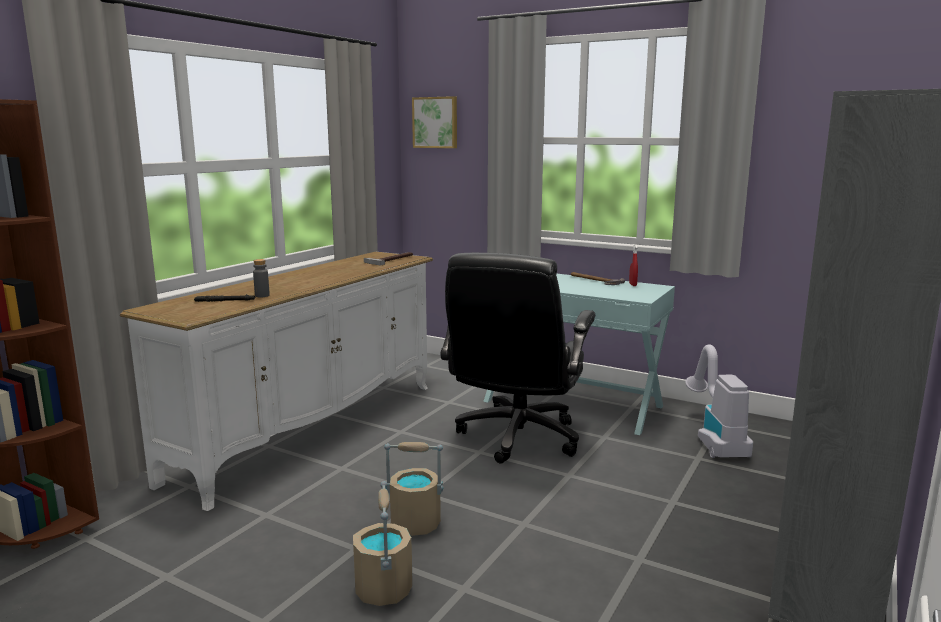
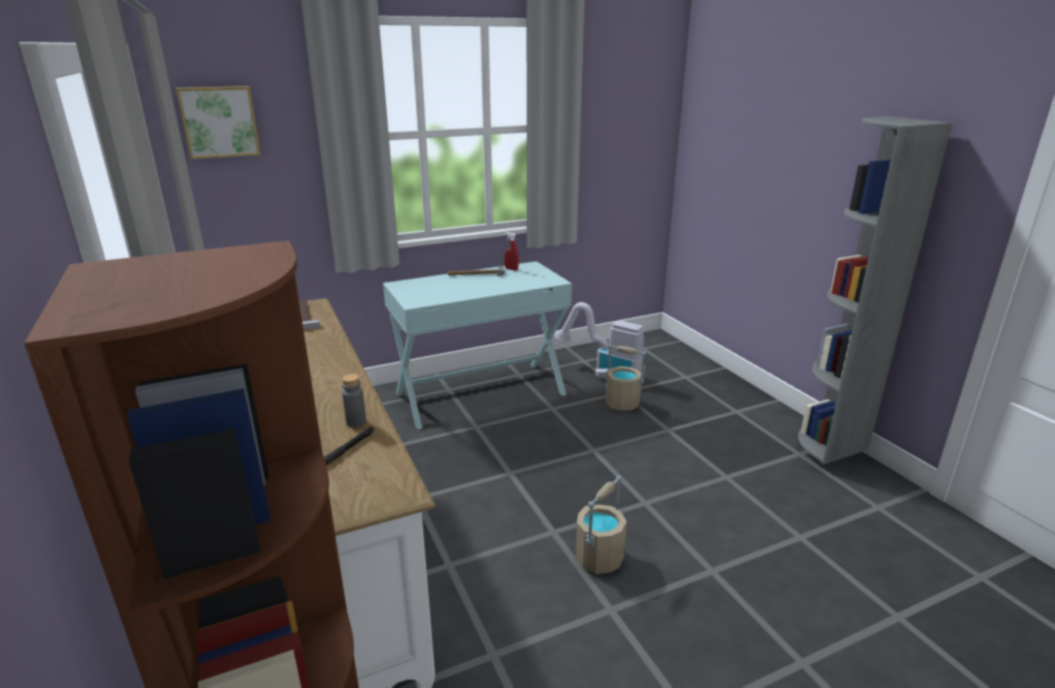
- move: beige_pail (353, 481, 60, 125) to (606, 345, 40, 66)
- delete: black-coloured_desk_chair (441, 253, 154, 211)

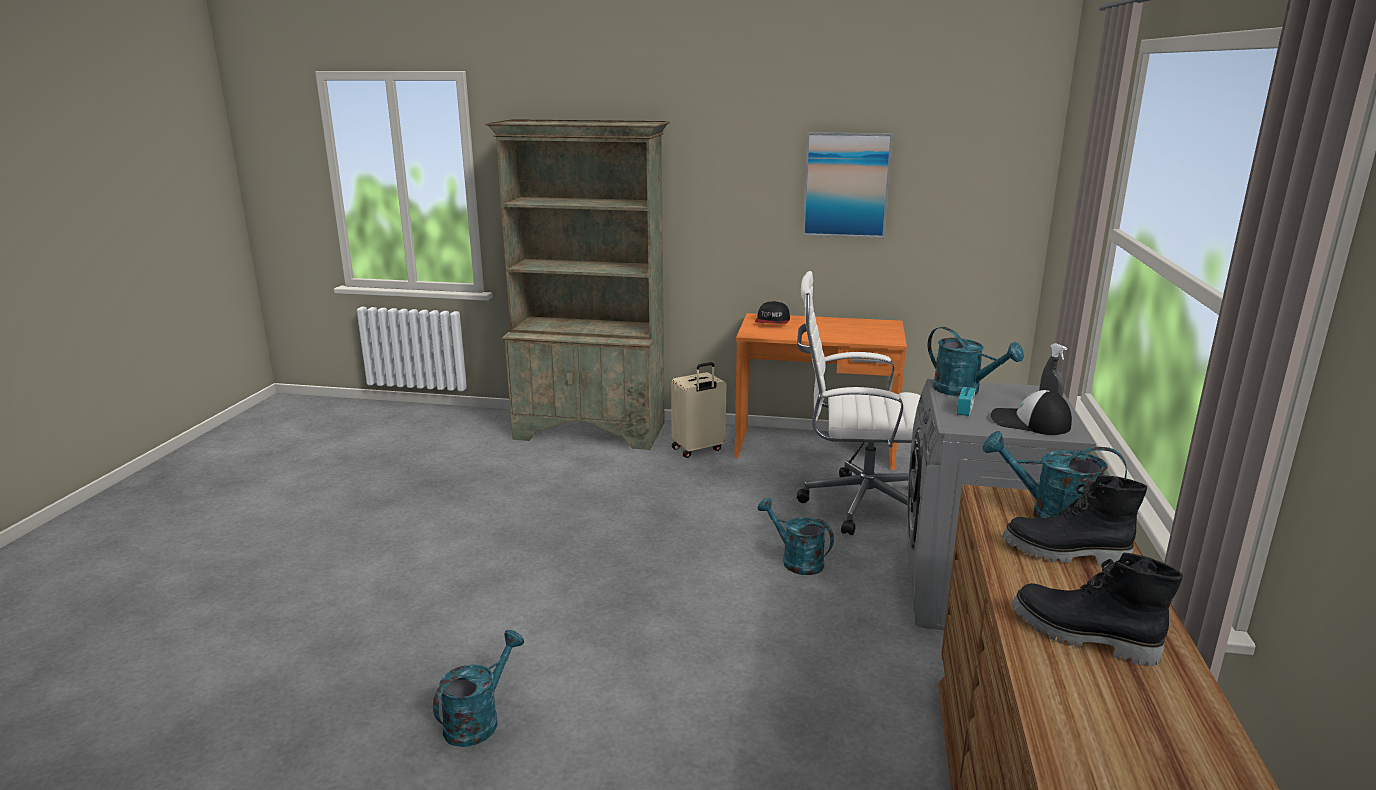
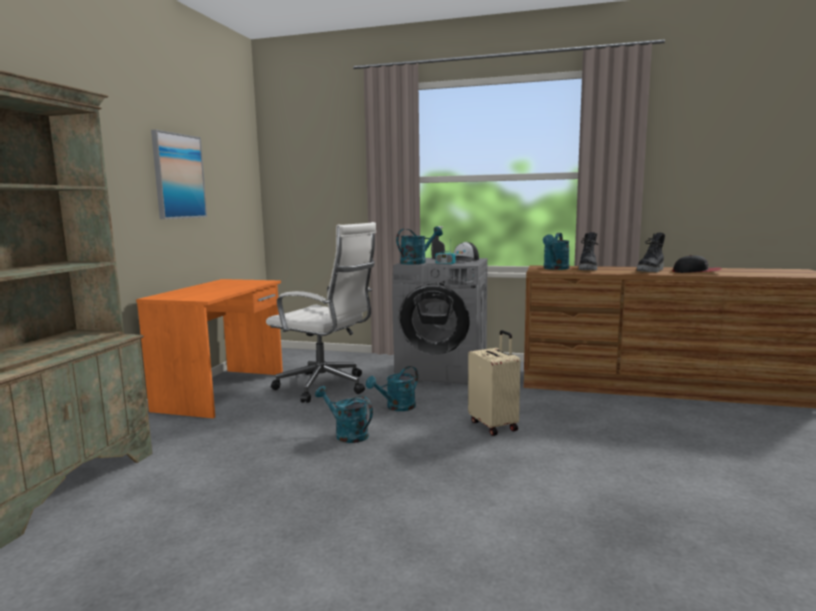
- rotate: white_desk_chair (797, 271, 124, 264) = (266, 222, 110, 181) 75 degrees counterclockwise
- move: blue-green_watering_can (433, 630, 91, 117) to (315, 386, 58, 57)
- move: beige_piece_of_luggage (671, 362, 55, 96) to (468, 330, 52, 106)
- move: baseball_cap (755, 301, 35, 23) to (673, 255, 49, 18)

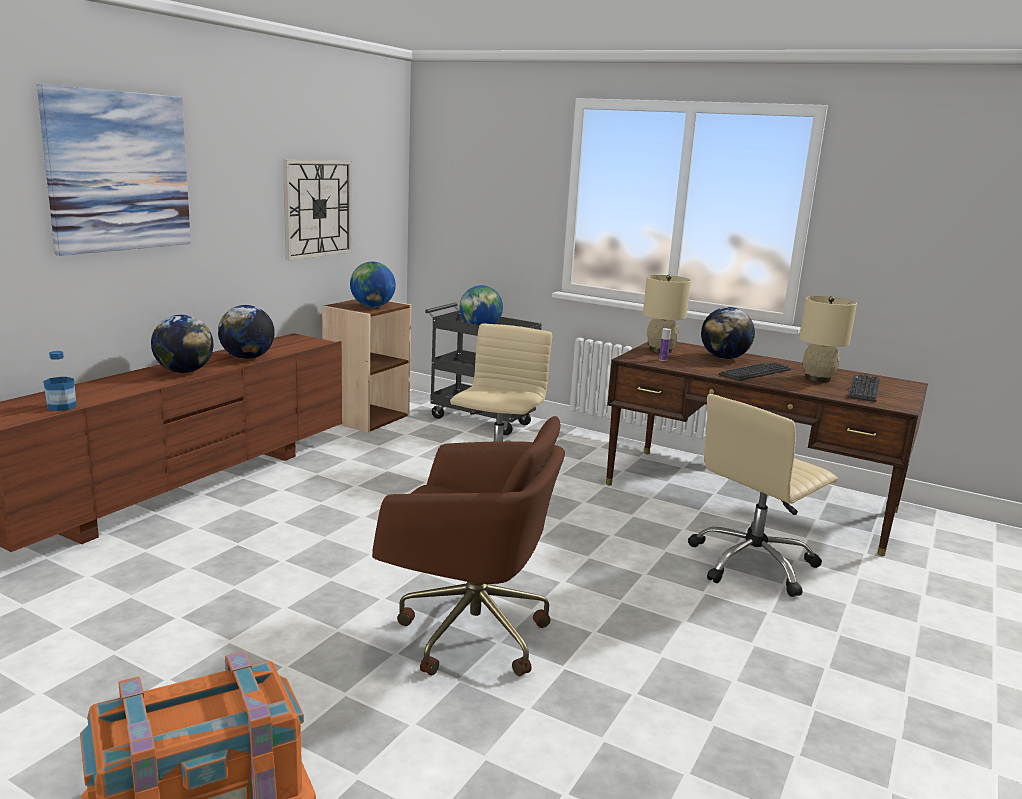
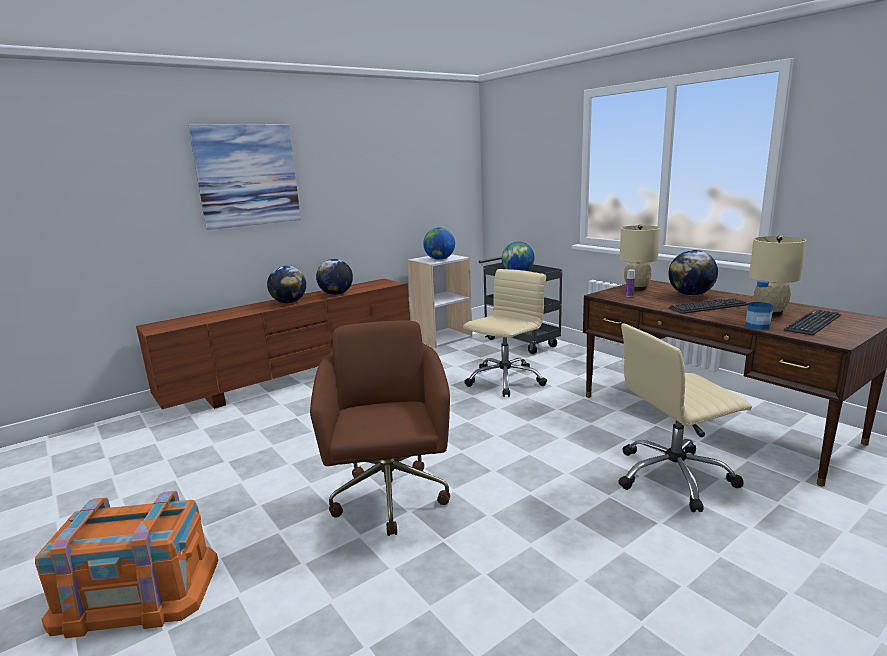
- rotate: brown-coloured_desk_chair (372, 416, 193, 260) = (310, 320, 140, 216) 135 degrees counterclockwise
- recolor: brown-coloured_bookshelf (322, 299, 90, 133) to white_bookshelf (407, 254, 65, 94)
- move: bottle (43, 351, 34, 60) to (745, 280, 28, 50)
- delete: wall_clock (283, 160, 69, 100)

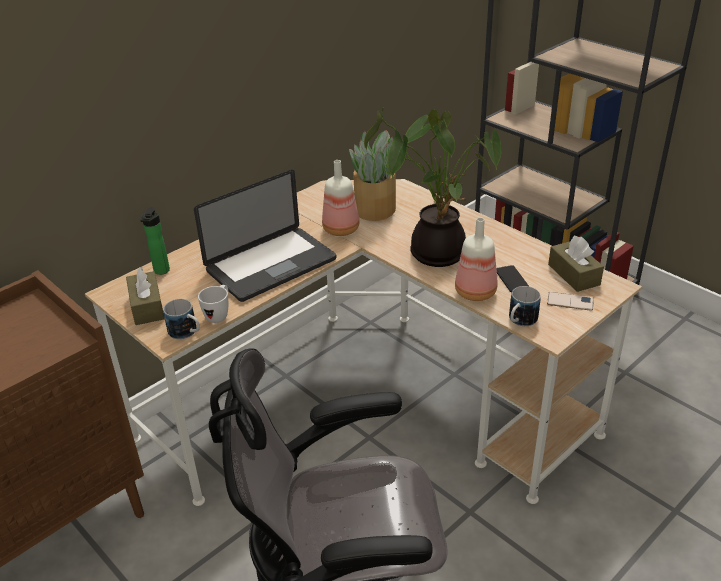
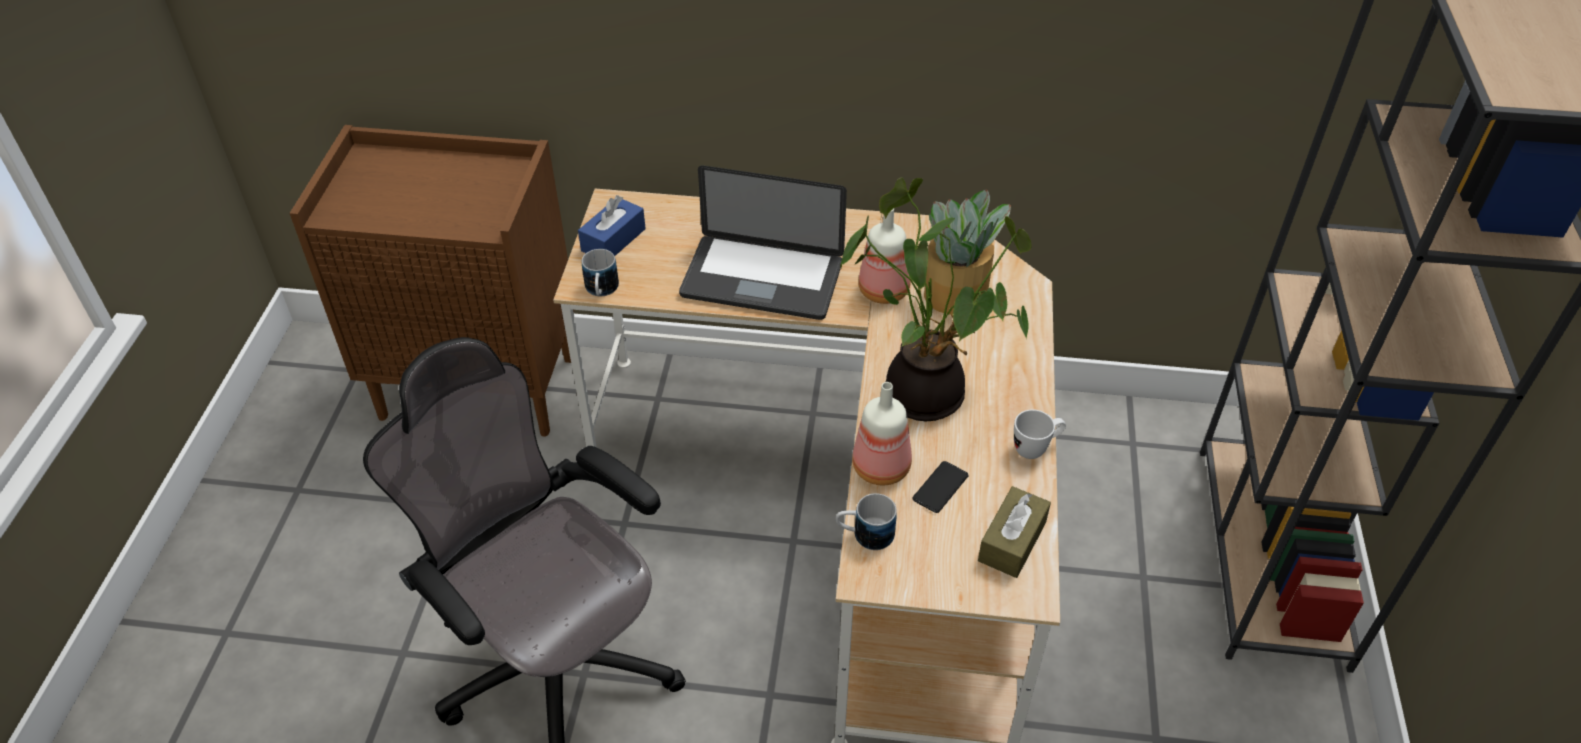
- recolor: brown-coloured_tissue_box (126, 267, 39, 58) to blue-coloured_tissue_box (578, 195, 68, 61)
- move: white_tea_mug (198, 285, 30, 38) to (1014, 409, 52, 50)
- delete: bottle (140, 207, 30, 68)
- delete: phone (547, 292, 47, 19)

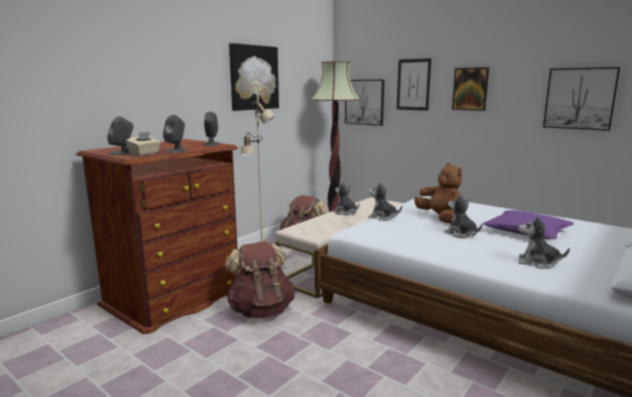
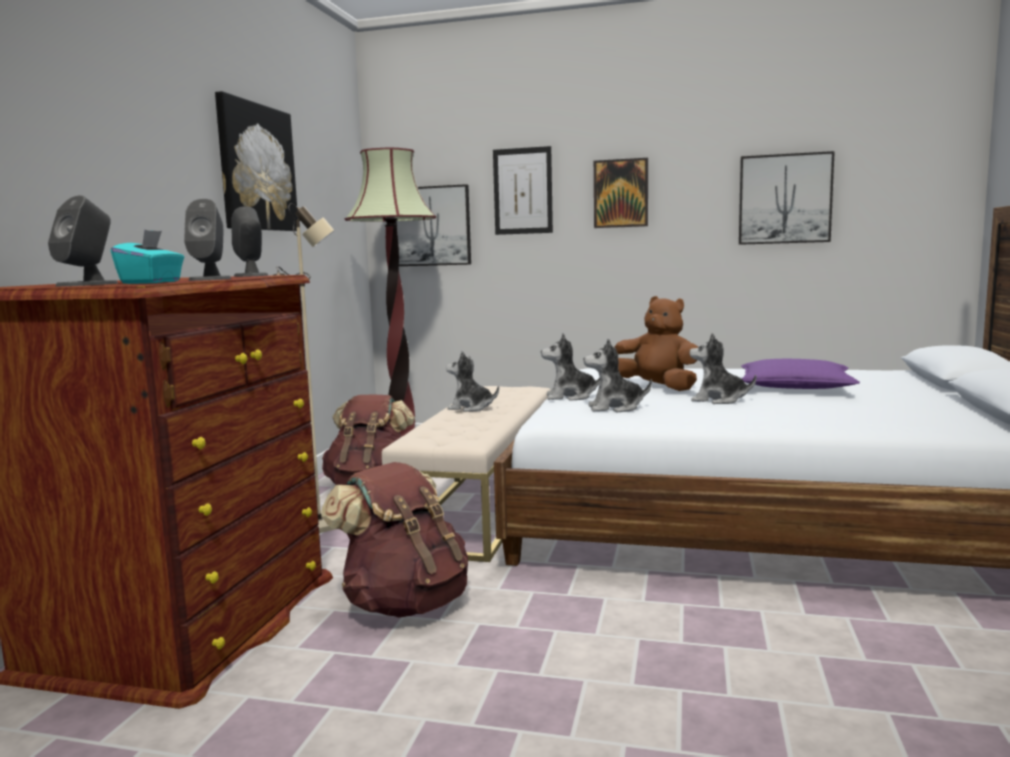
- recolor: beige_tissue_box (126, 132, 35, 24) to blue-green_tissue_box (111, 230, 73, 54)
- move: plush_toy (518, 216, 52, 53) to (583, 338, 69, 75)

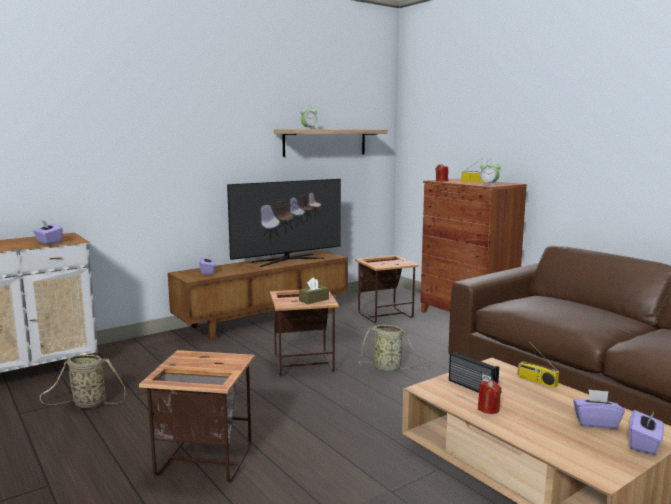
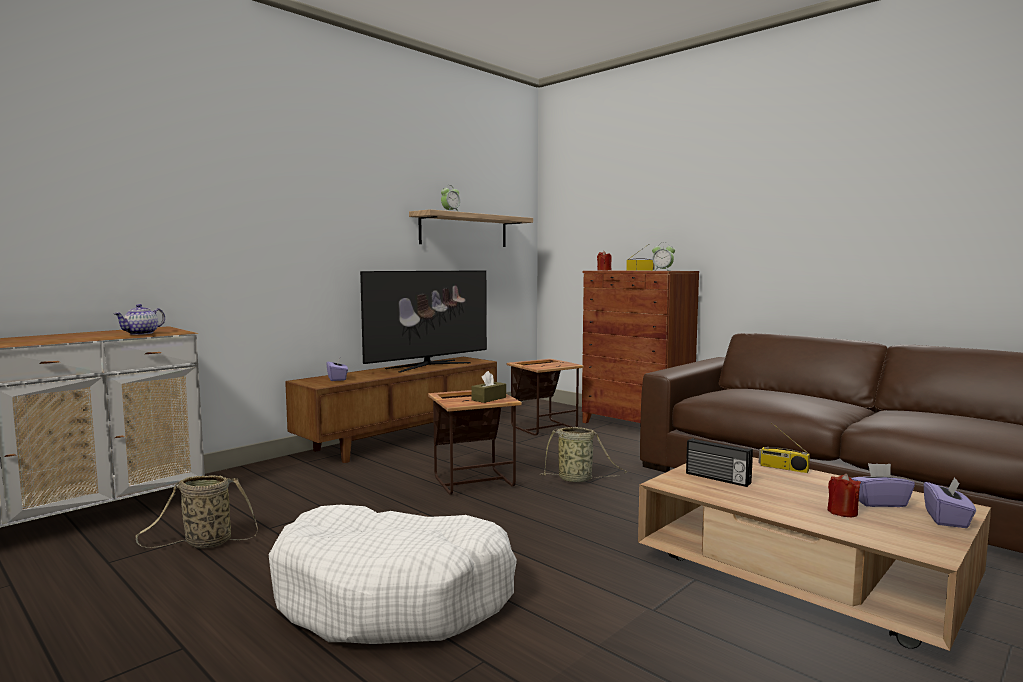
- replace: purple-coloured_tissue_box (33, 221, 30, 23) to pot_for_tea (114, 304, 51, 31)
- replace: accent_table (139, 350, 116, 132) to white_pet_bed (269, 505, 248, 139)
- move: red-coloured_wax_light (478, 380, 24, 34) to (827, 474, 34, 43)

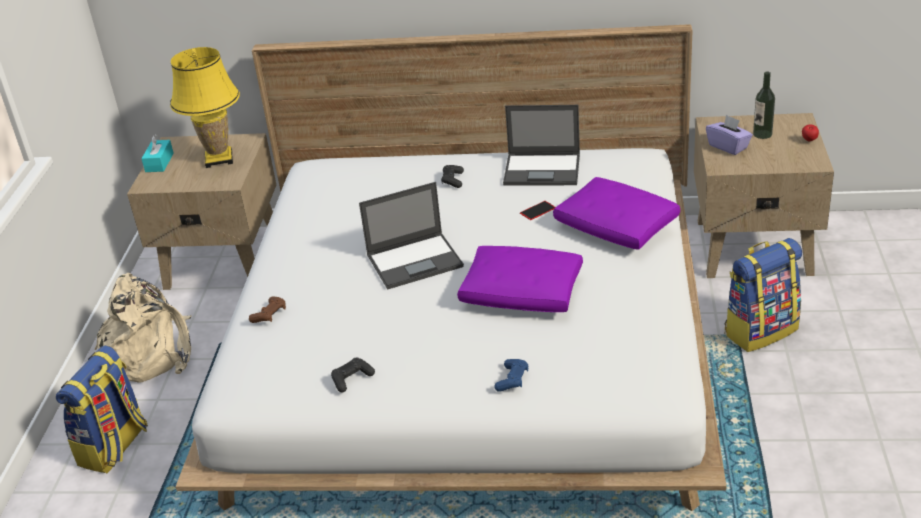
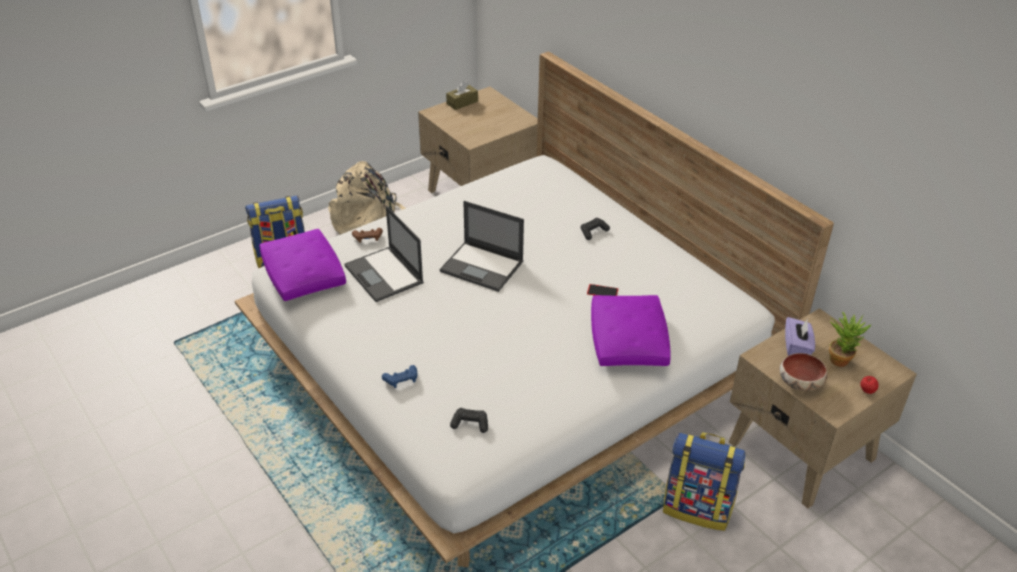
- move: purple-coloured_throw_pillow (457, 246, 126, 66) to (259, 229, 87, 72)
- move: portable_computer (503, 105, 77, 81) to (344, 206, 80, 96)
- recolor: blue-green_tissue_box (141, 134, 33, 38) to brown-coloured_tissue_box (446, 81, 32, 29)
- move: black-coloured_joypad (331, 358, 44, 35) to (450, 408, 38, 25)
- insert: bowl (779, 353, 49, 38)
- replace: bottle (753, 71, 22, 68) to potted_plant (829, 311, 43, 56)
- delete: yellowish_lamp_for_a_table (170, 47, 70, 121)

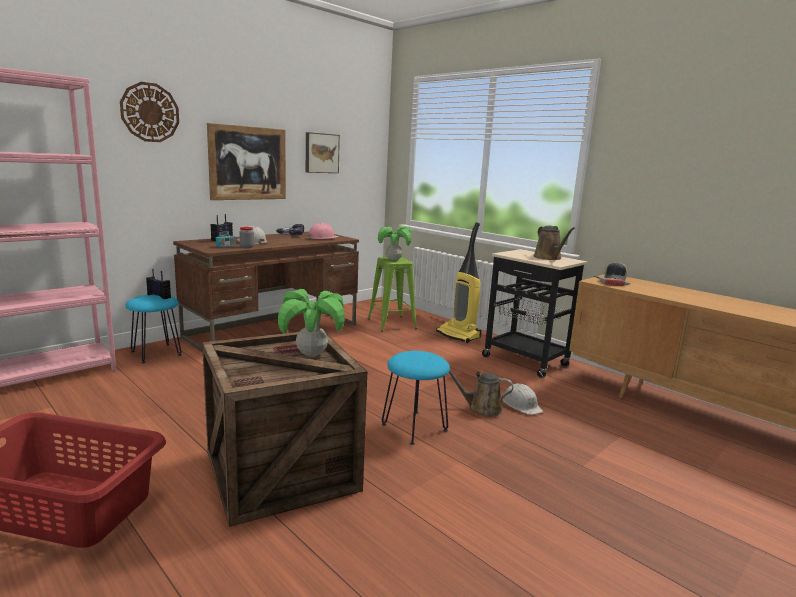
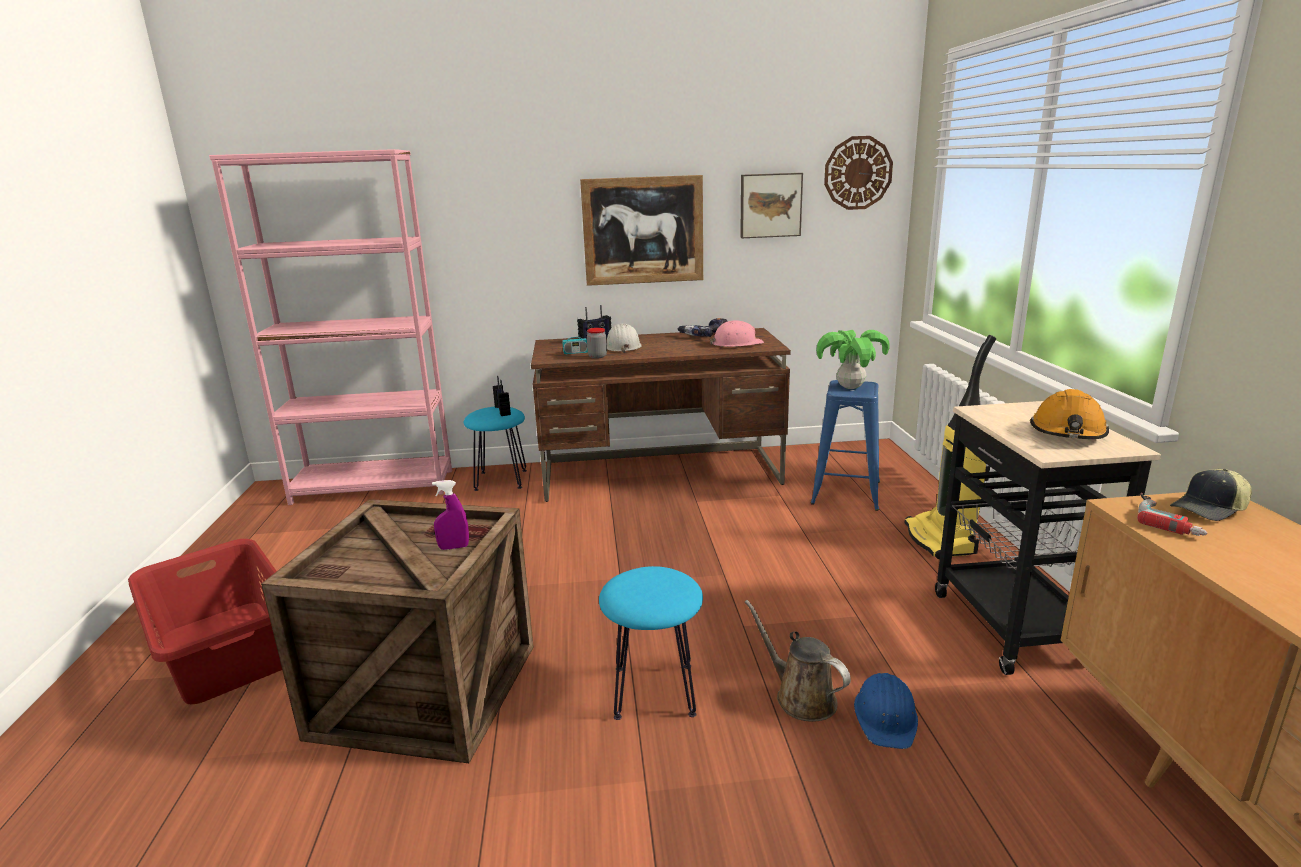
- replace: potted_plant (278, 289, 67, 68) to purple-coloured_hand_sprayer (432, 480, 37, 70)
- recolor: greenish_stool_seat (367, 257, 50, 75) to blue-coloured_stool_seat (810, 380, 70, 131)
- move: wall_clock (120, 82, 59, 60) to (824, 136, 69, 74)
- recolor: white_safety_helmet (502, 383, 41, 32) to blue-coloured_safety_helmet (854, 673, 64, 76)
- replace: brown-coloured_watering_can (533, 226, 42, 34) to orangey_safety_helmet (1030, 389, 79, 50)

